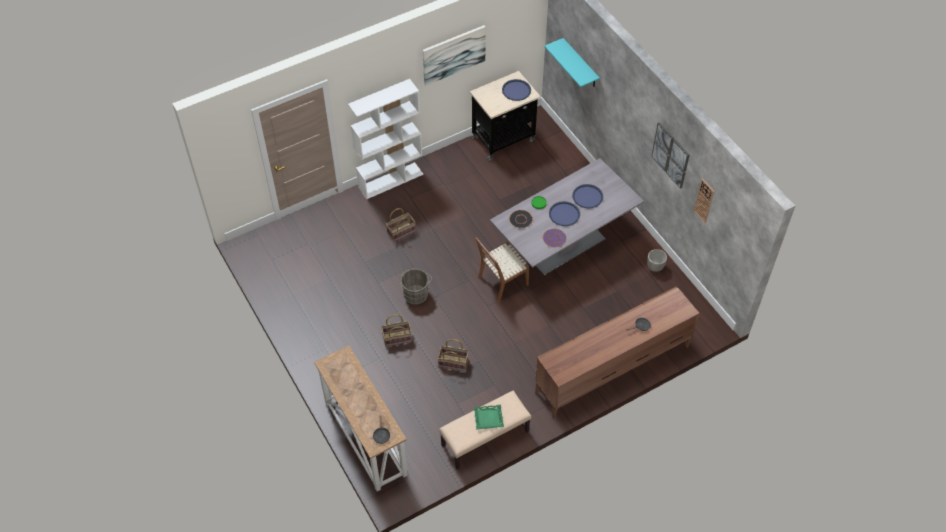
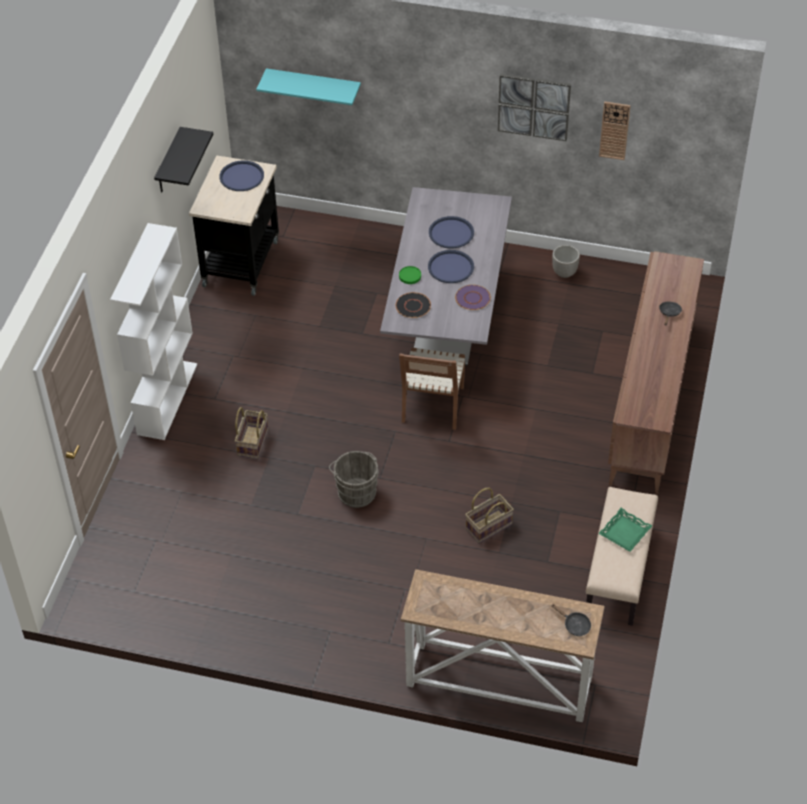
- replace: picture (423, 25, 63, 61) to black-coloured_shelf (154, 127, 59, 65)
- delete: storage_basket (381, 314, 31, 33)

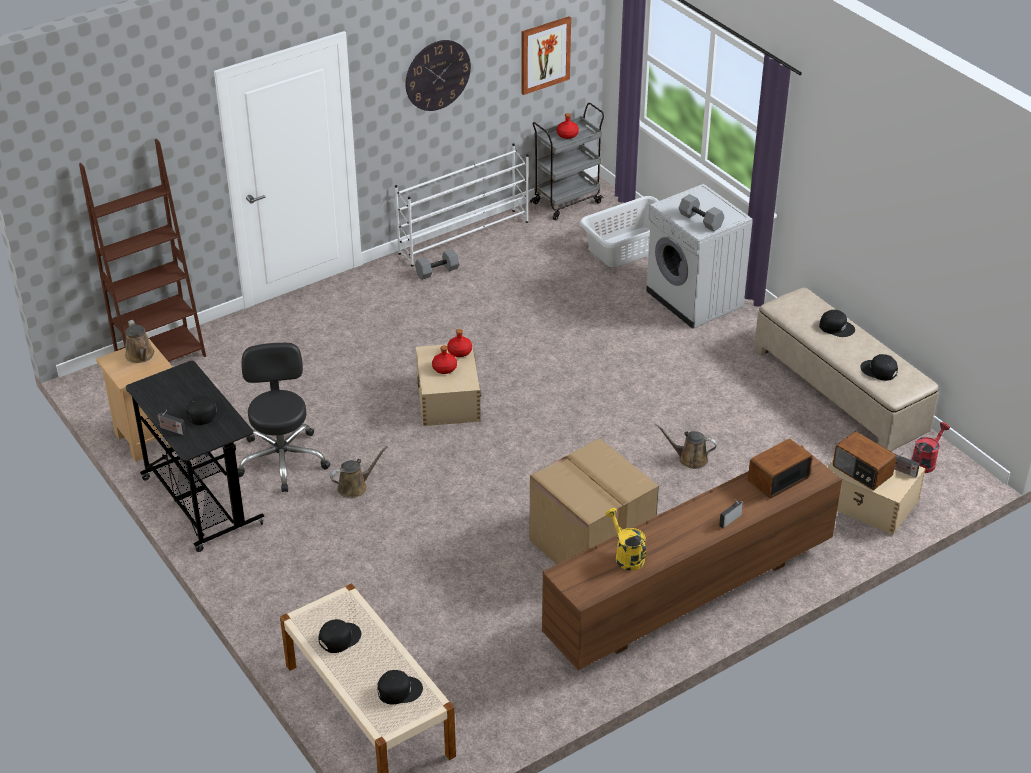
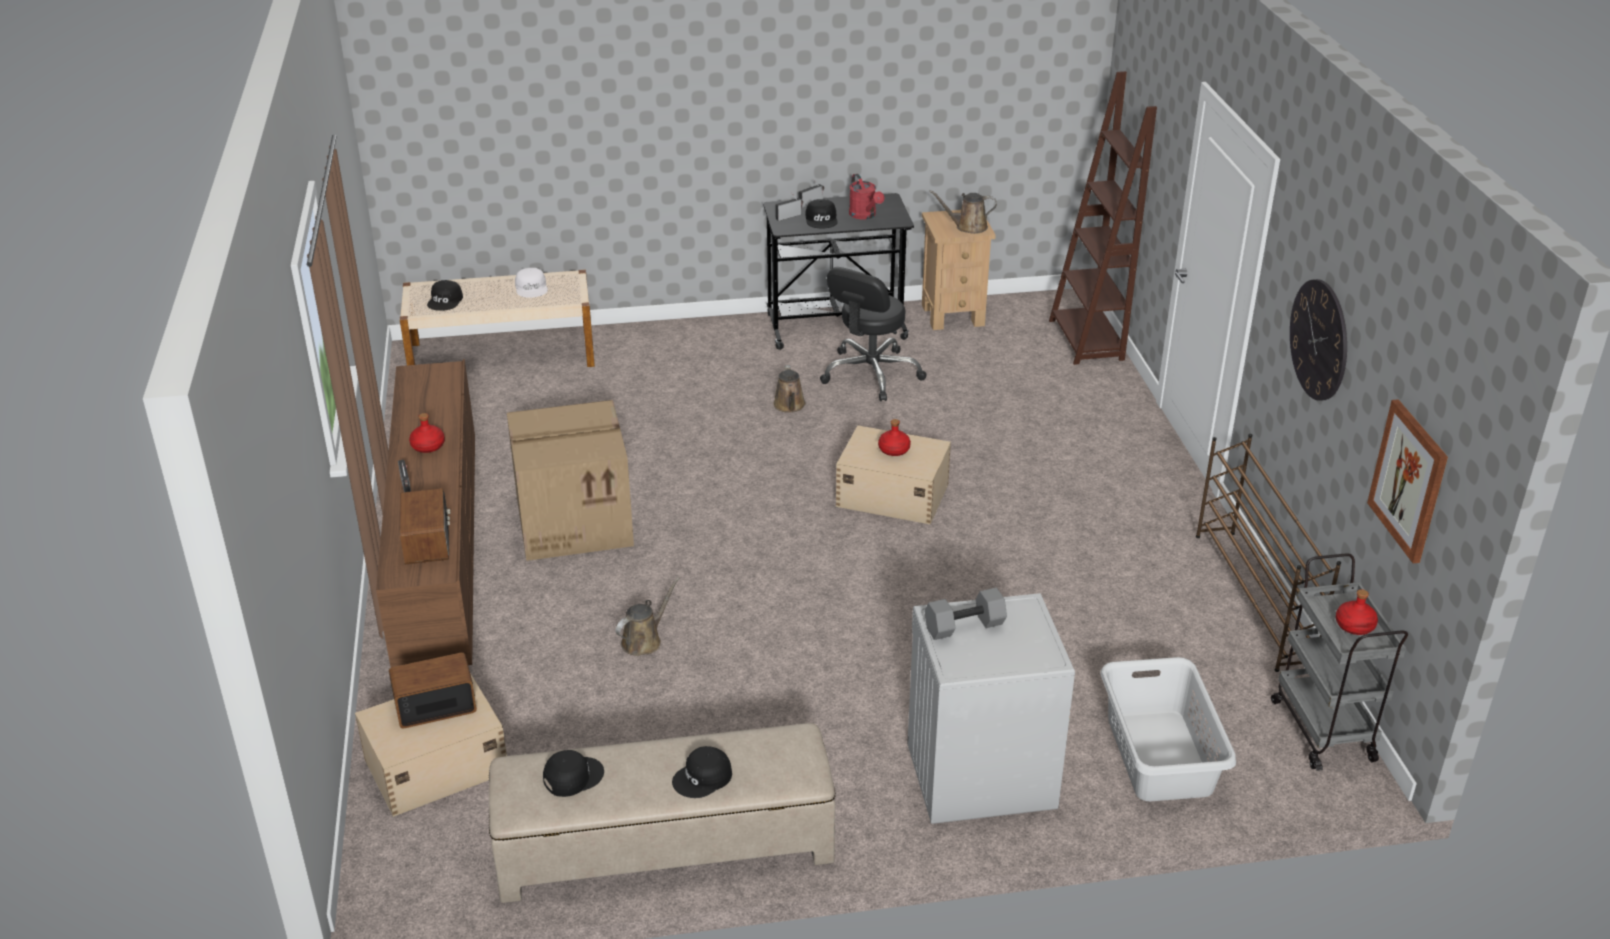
- move: red-coloured_bottle (447, 329, 25, 28) to (409, 413, 36, 40)
- recolor: black-coloured_baseball_cap (319, 619, 42, 34) to white_baseball_cap (515, 268, 33, 30)
- move: radio_set (894, 452, 26, 25) to (775, 193, 28, 28)
- rotate: black-coloured_desk_chair (238, 343, 92, 149) = (820, 267, 107, 134) 105 degrees clockwise
- move: red-coloured_watering_can (911, 422, 39, 51) to (849, 174, 35, 45)
- recolor: white_shoe_shelf (395, 144, 134, 123) to brown-coloured_shoe_shelf (1196, 434, 145, 238)
- delete: grey_hand_weight (415, 249, 44, 31)
- delete: yellowish_watering_can (606, 508, 40, 63)

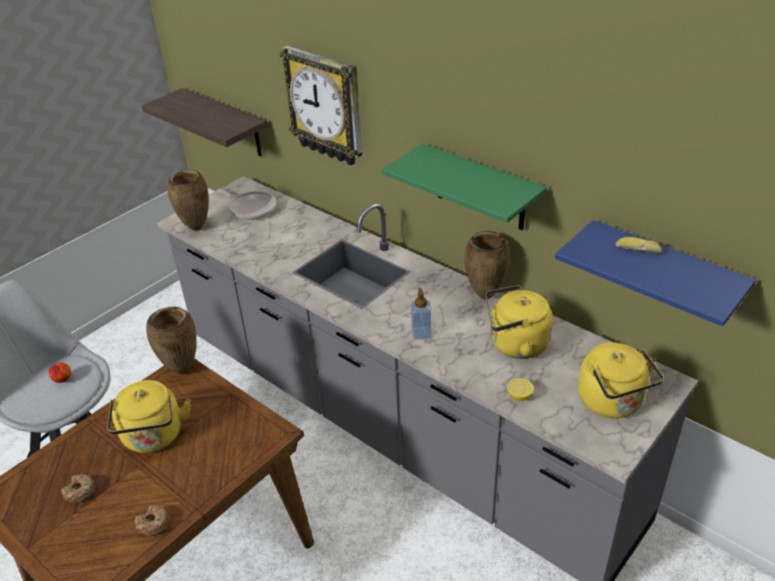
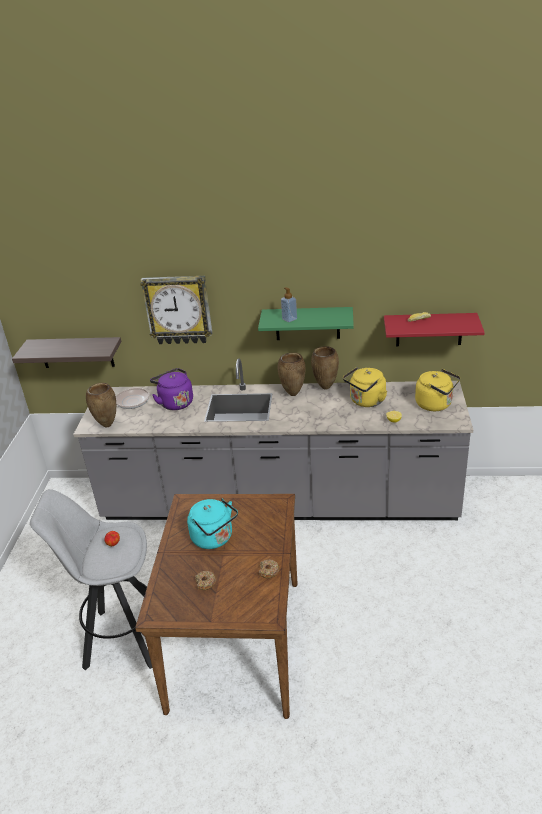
- insert: purple-coloured_kettle (150, 368, 43, 42)
- recolor: yellowish_kettle (107, 380, 84, 73) to blue-green_kettle (187, 499, 51, 50)
- move: brown-coloured_flower_vase (146, 307, 51, 67) to (277, 353, 29, 43)
- move: soap_bottle (411, 288, 20, 51) to (281, 287, 16, 35)
- recolor: blue-coloured_shelf (555, 220, 201, 106) to red-coloured_shelf (384, 313, 101, 33)

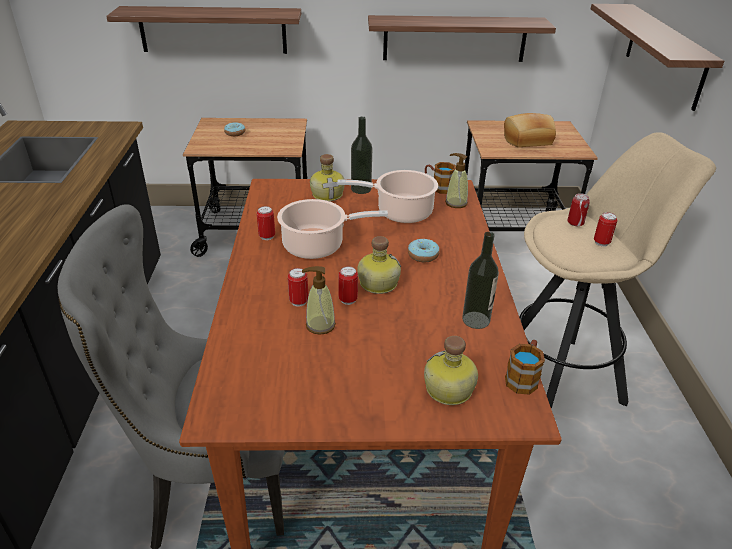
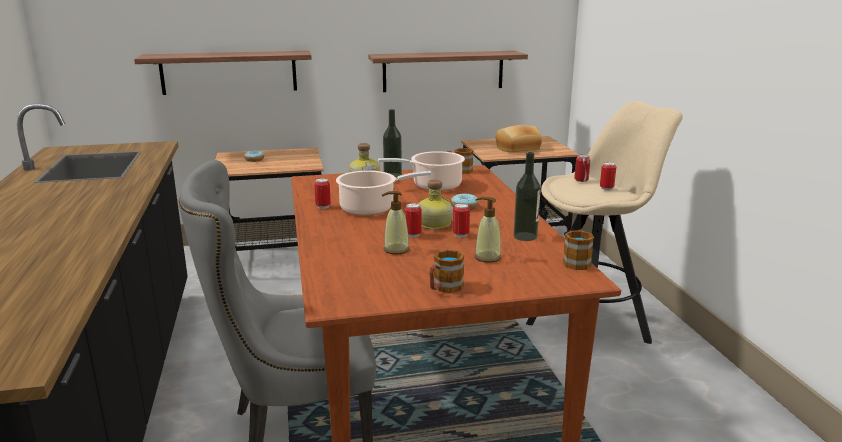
- insert: tea_mug (429, 249, 35, 44)
- move: can (288, 268, 20, 39) to (453, 203, 17, 34)
- move: soap_bottle (445, 153, 23, 55) to (475, 197, 26, 66)
- delete: bottle (424, 336, 54, 69)
- delete: shelf (591, 4, 133, 107)

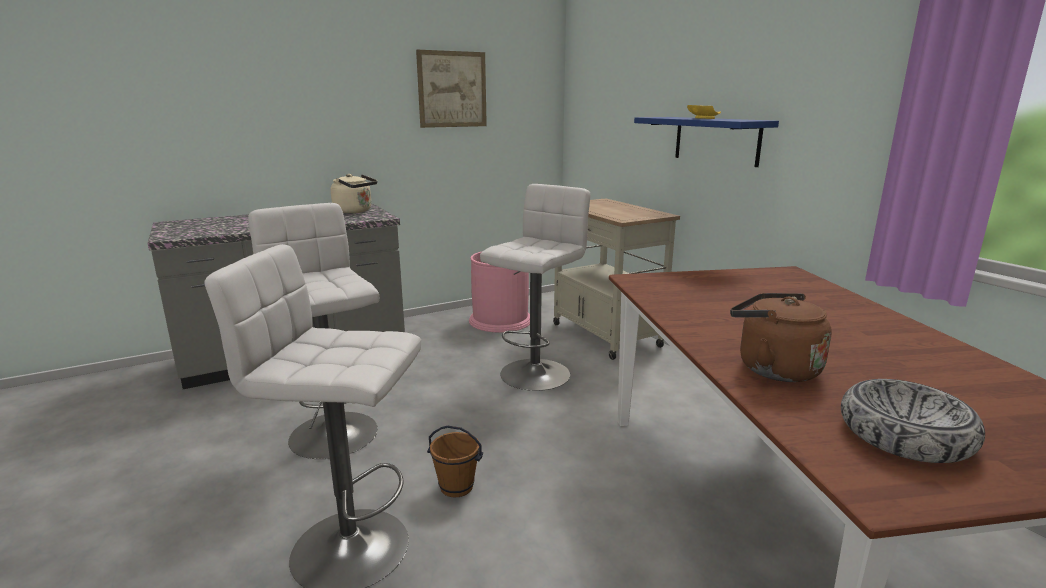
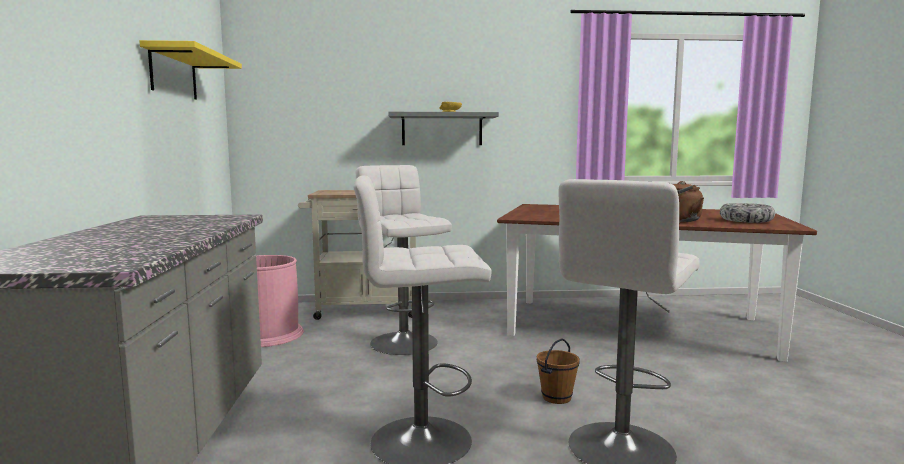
- replace: picture (416, 50, 71, 78) to yellowish_shelf (139, 40, 103, 60)
- recolor: blue-coloured_shelf (634, 117, 145, 50) to grey_shelf (389, 112, 110, 33)
- delete: beige_kettle (331, 174, 46, 39)

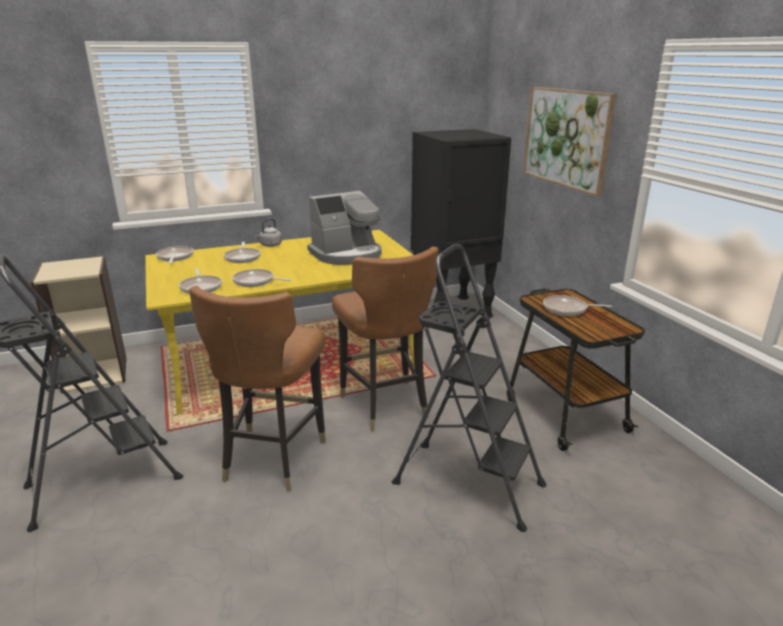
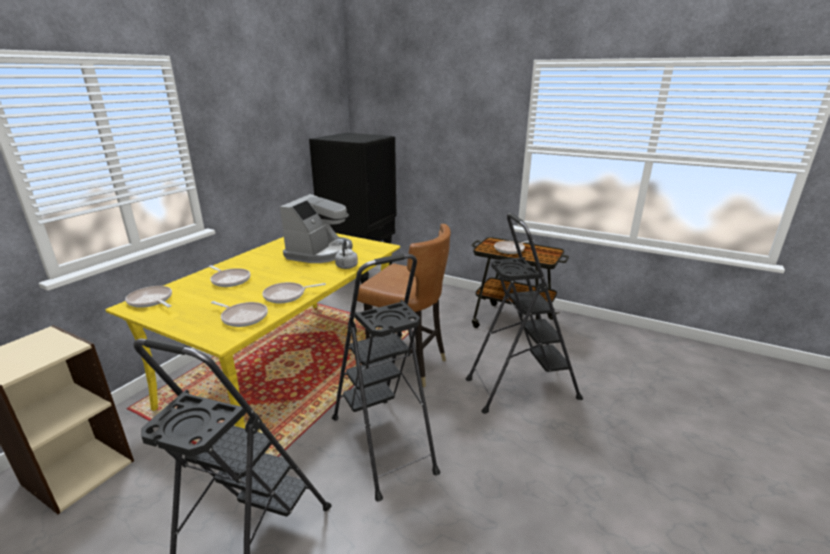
- replace: brown-coloured_upright_chair (189, 286, 137, 206) to stepladder (332, 254, 108, 248)
- move: grey_kettle (255, 218, 27, 29) to (335, 239, 23, 30)
- delete: picture (523, 87, 94, 109)

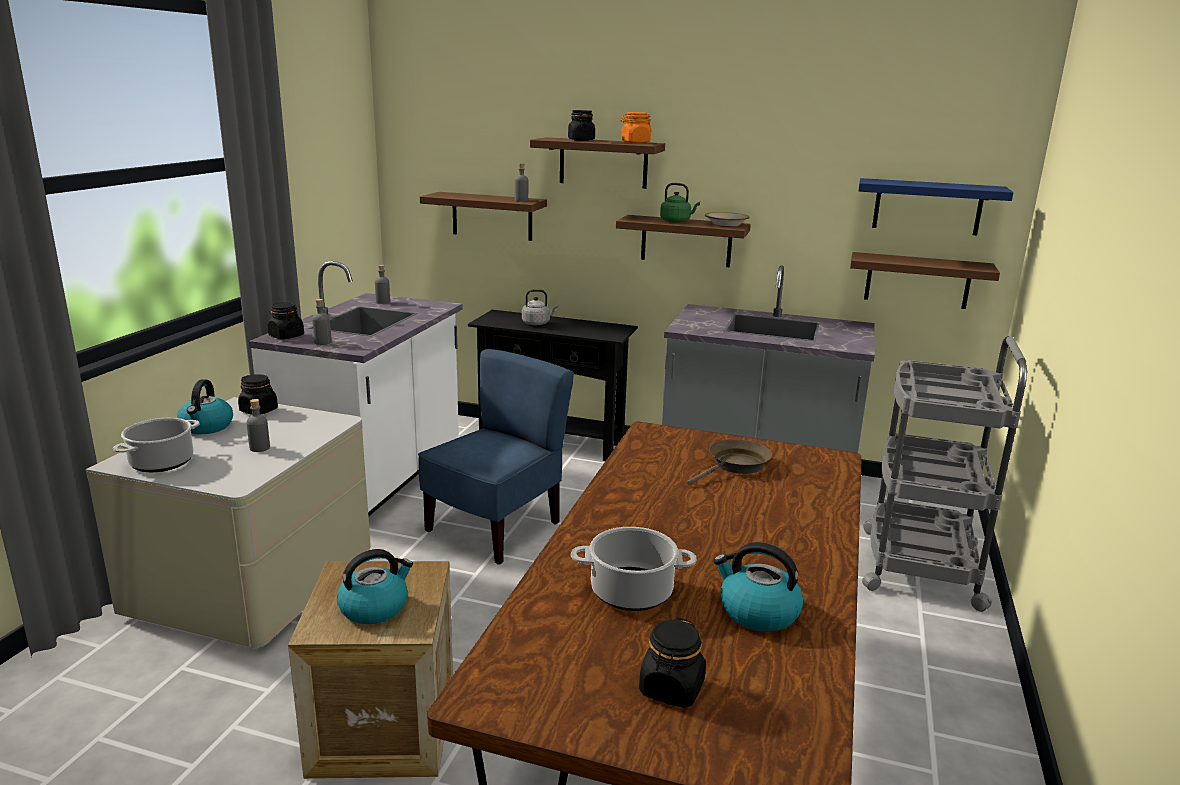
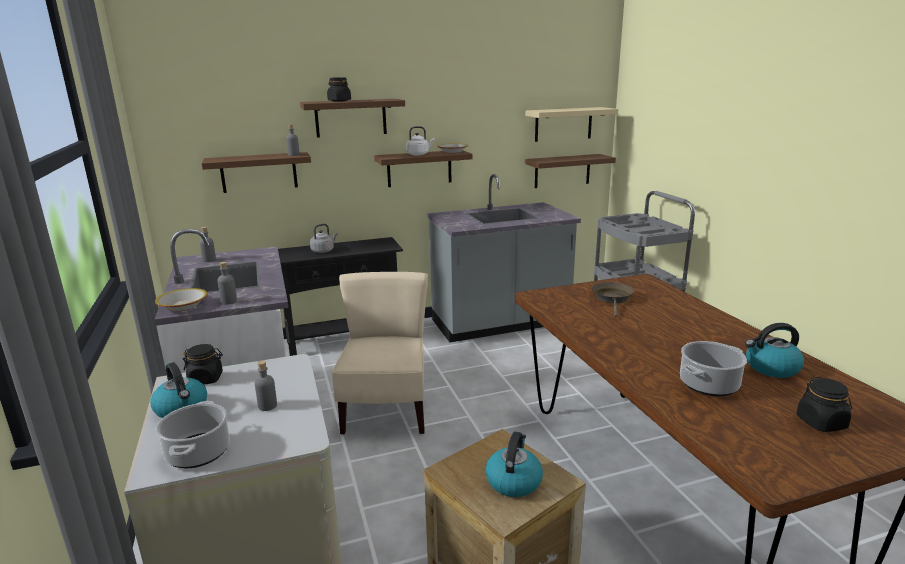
- replace: black-coloured_preserve_jar (268, 302, 36, 37) to bowl (155, 288, 53, 23)
- recolor: blue-coloured_upright_chair (418, 349, 156, 216) to beige_upright_chair (332, 272, 96, 163)
- recolor: greenish_kettle (660, 183, 40, 40) to white_kettle (406, 126, 29, 29)
- recolor: blue-coloured_shelf (858, 178, 156, 57) to beige_shelf (525, 107, 93, 35)
- delete: orangey_preserve_jar (621, 112, 31, 31)

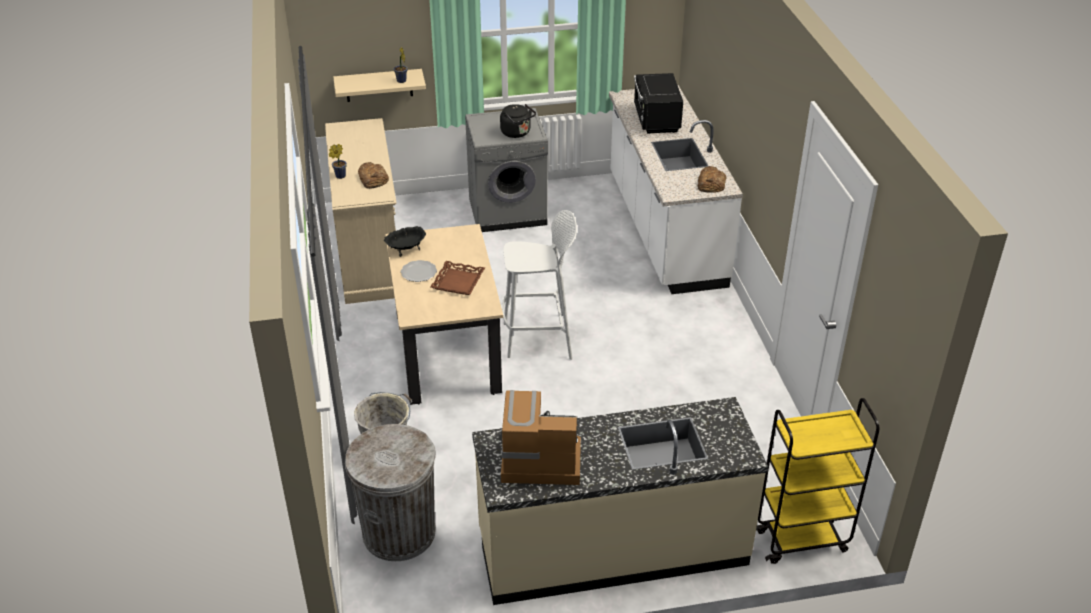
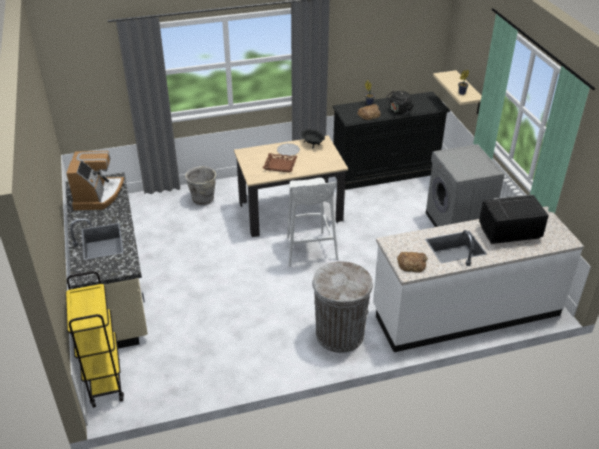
- move: grey_rubbish_bin (345, 424, 91, 137) to (312, 261, 61, 92)
- recolor: beige_cupboard (325, 118, 72, 186) to black-coloured_cupboard (332, 91, 118, 99)
- move: black-coloured_kettle (500, 104, 36, 34) to (386, 90, 27, 24)

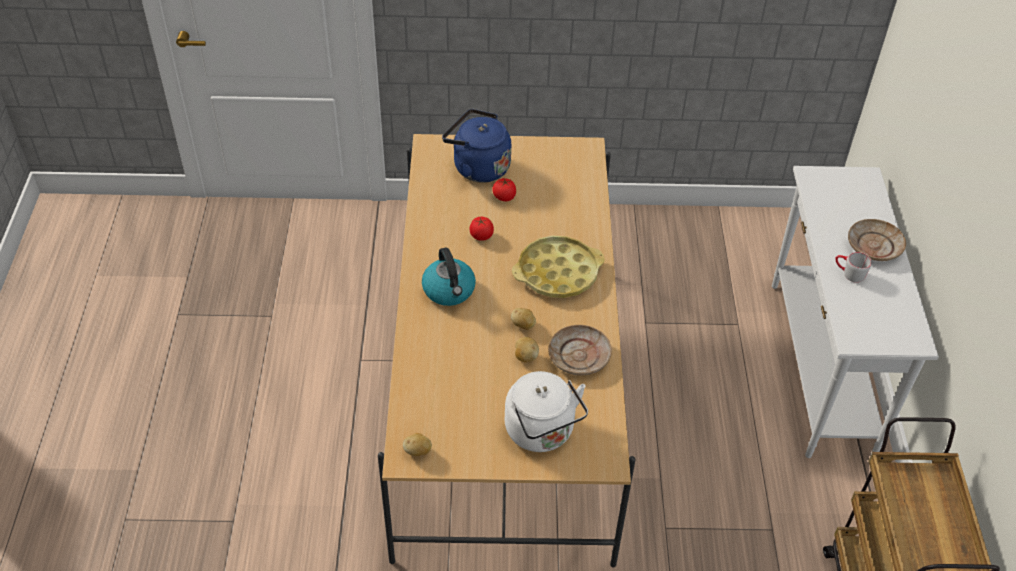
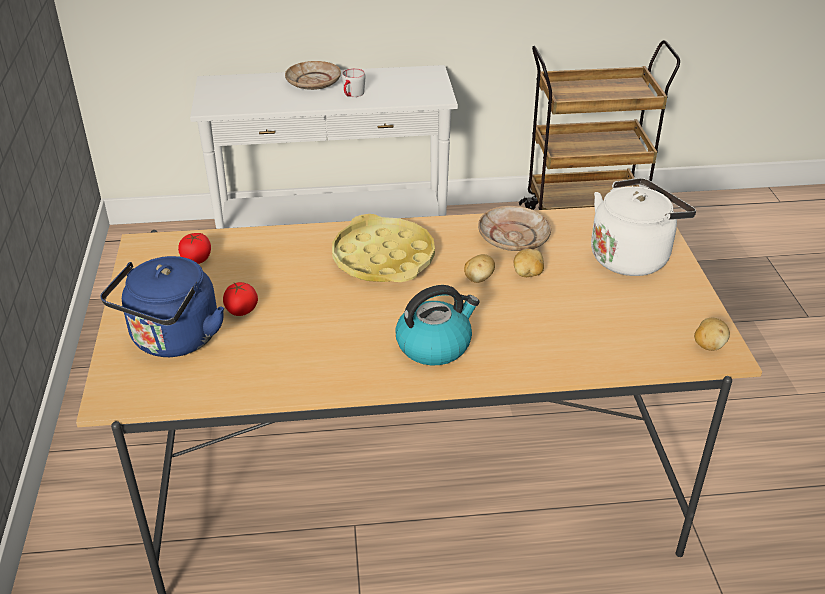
- move: whole_tomato (470, 217, 24, 24) to (178, 233, 33, 31)

